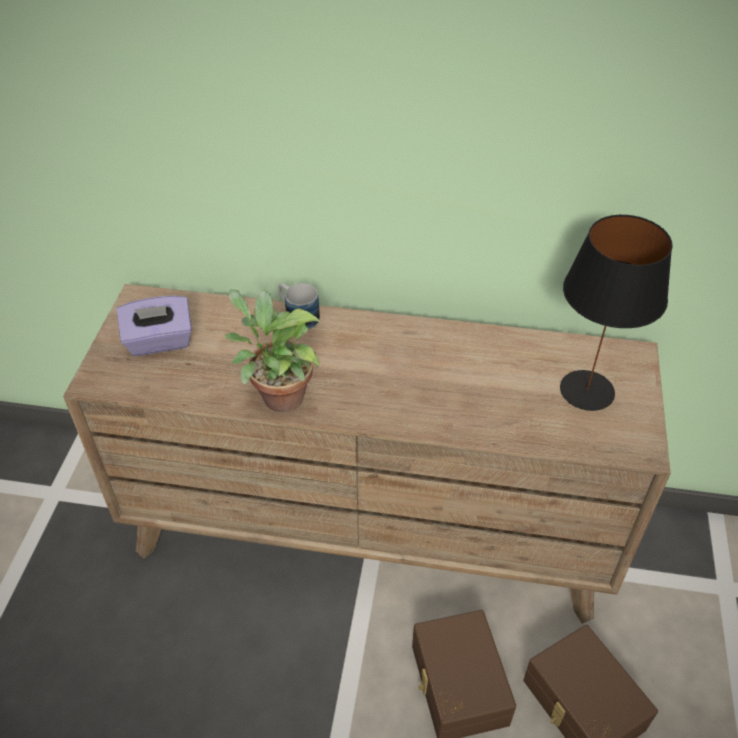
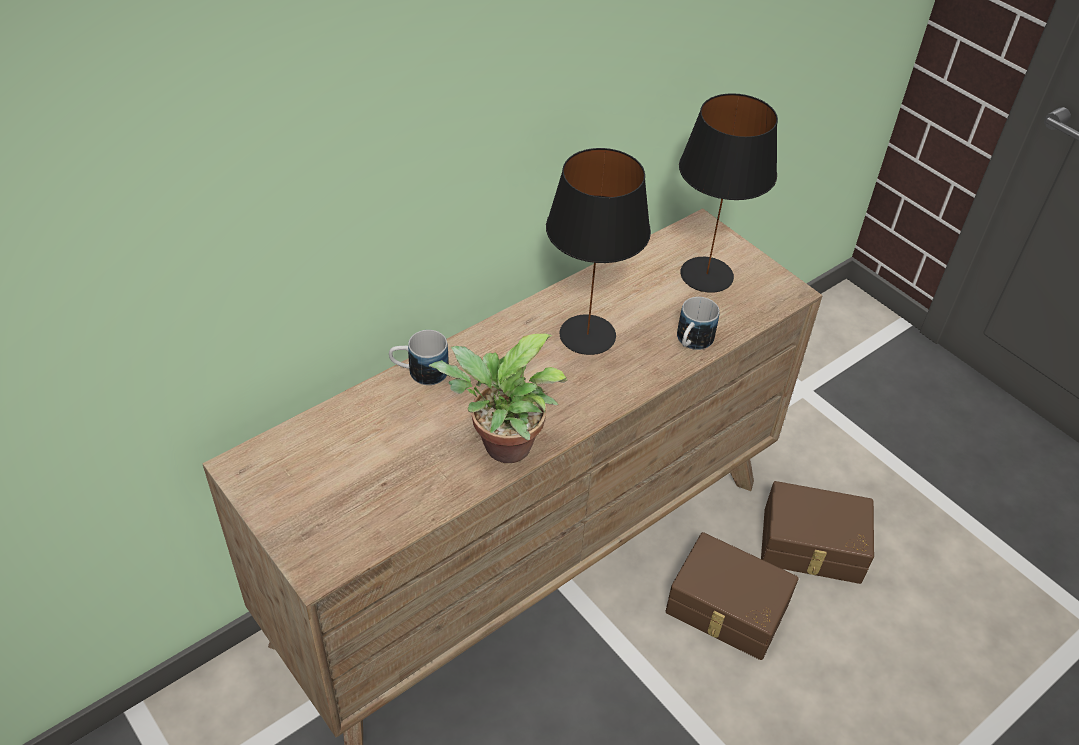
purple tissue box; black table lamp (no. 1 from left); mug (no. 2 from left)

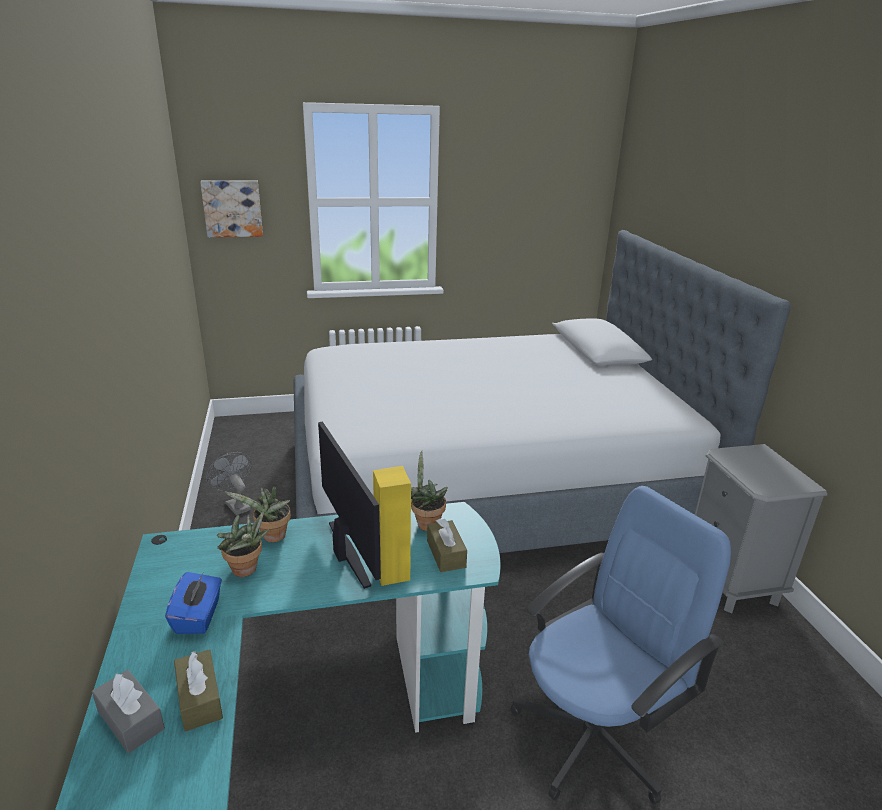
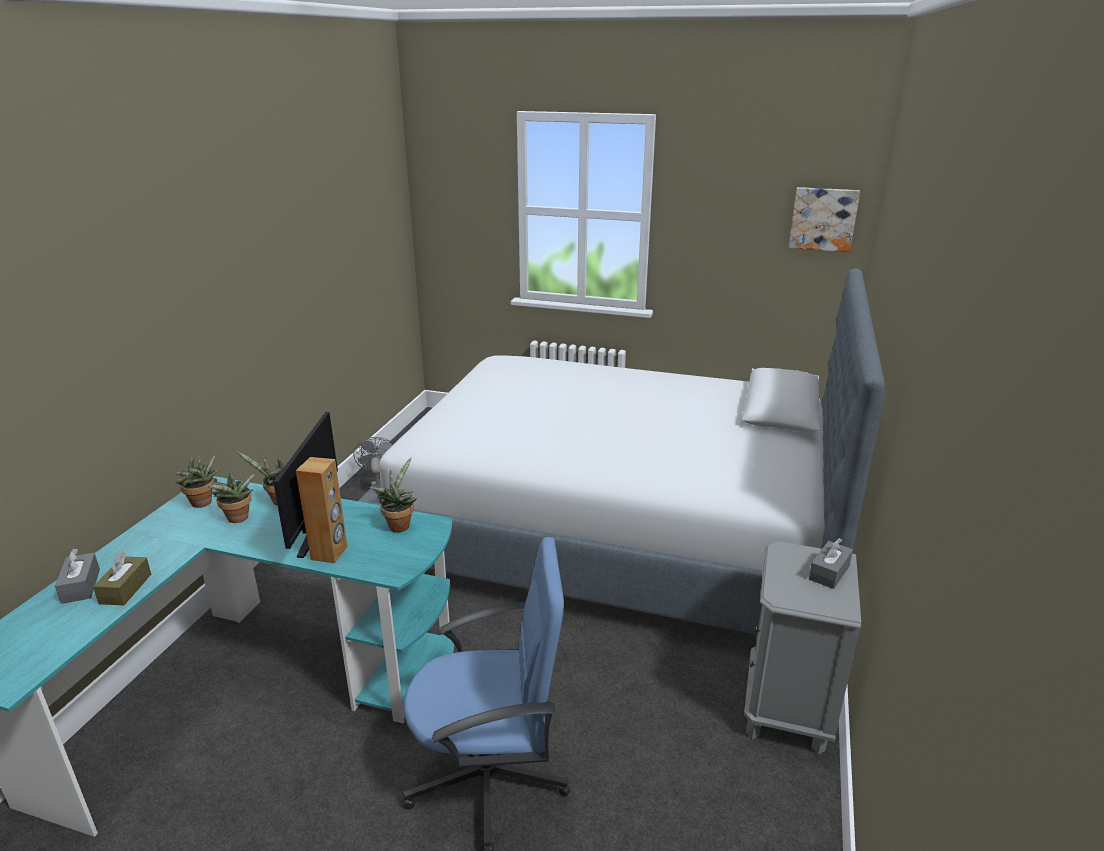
blue tissue box; picture; brown speaker; brown tissue box (no. 2 from left in the first image); potted plant (no. 1 from left); grey tissue box (no. 2 from left)

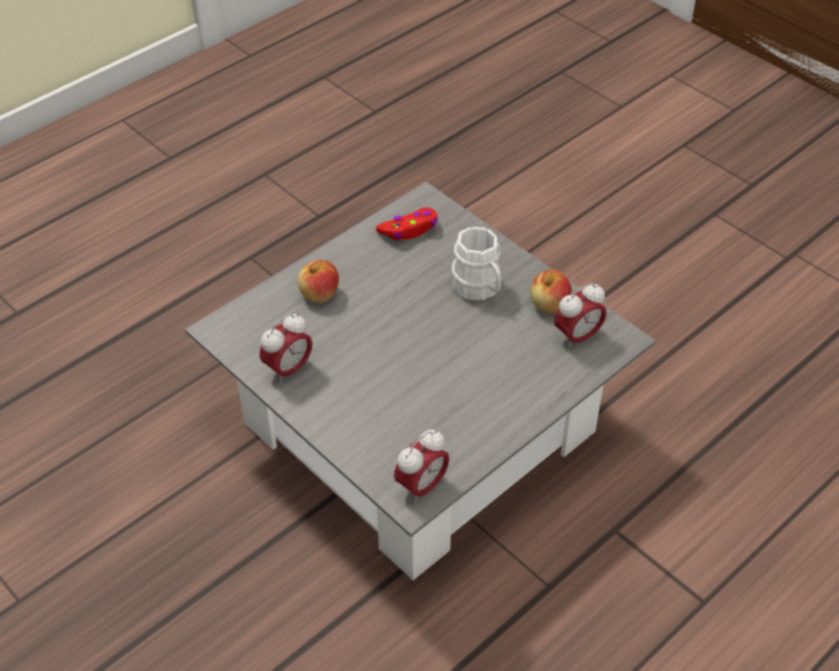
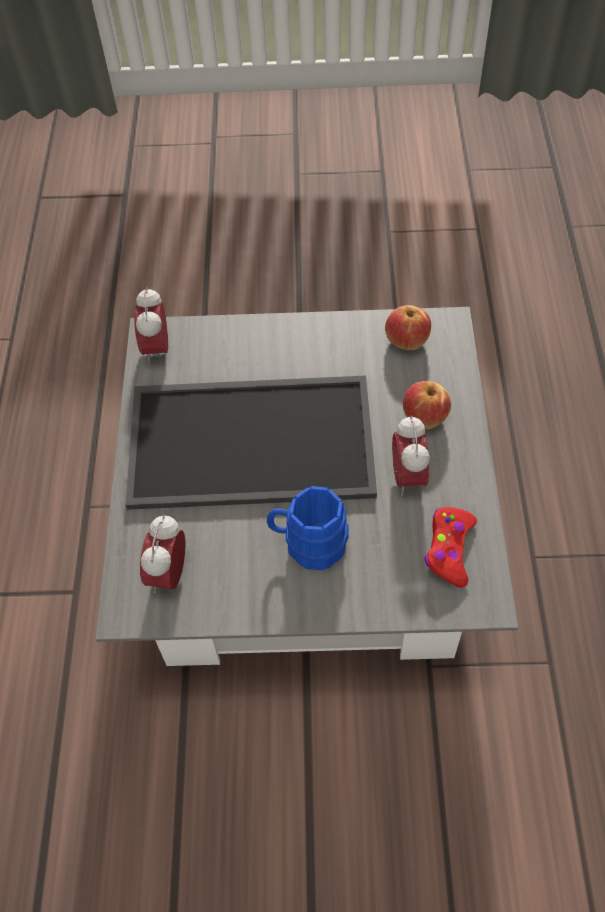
alarm clock (no. 3 from left); blue mug; apple (no. 1 from left); tray

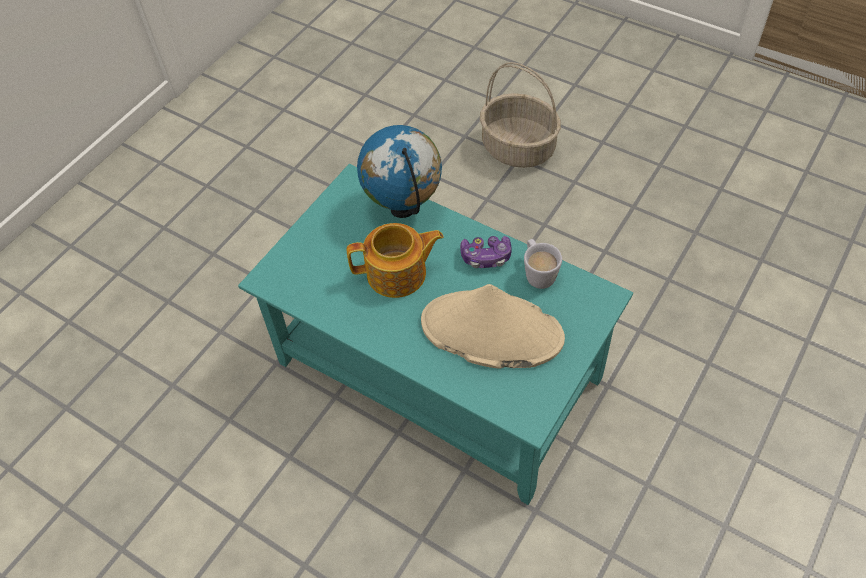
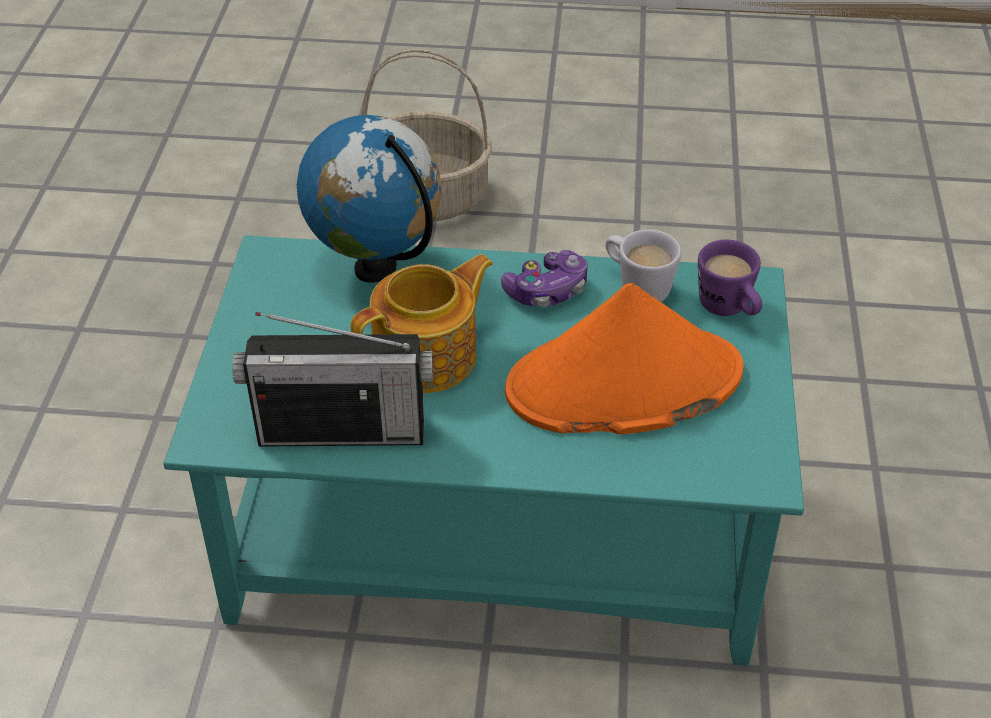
orange hat; radio; purple mug

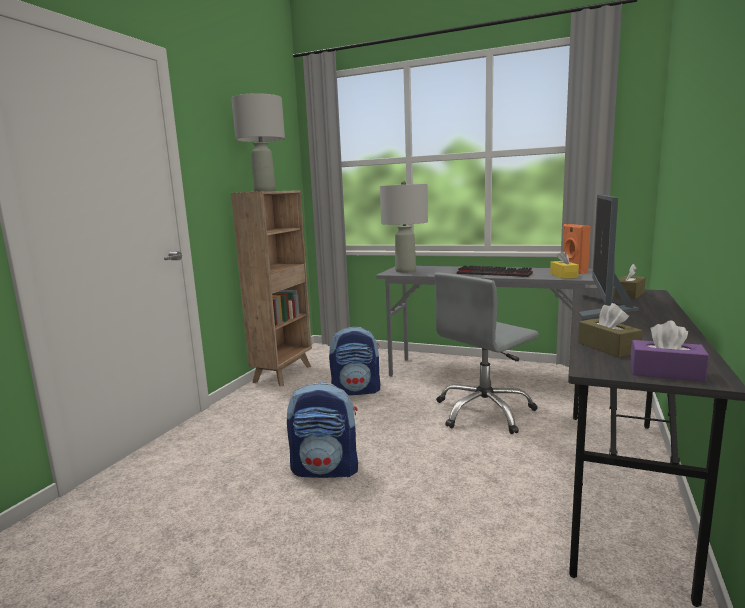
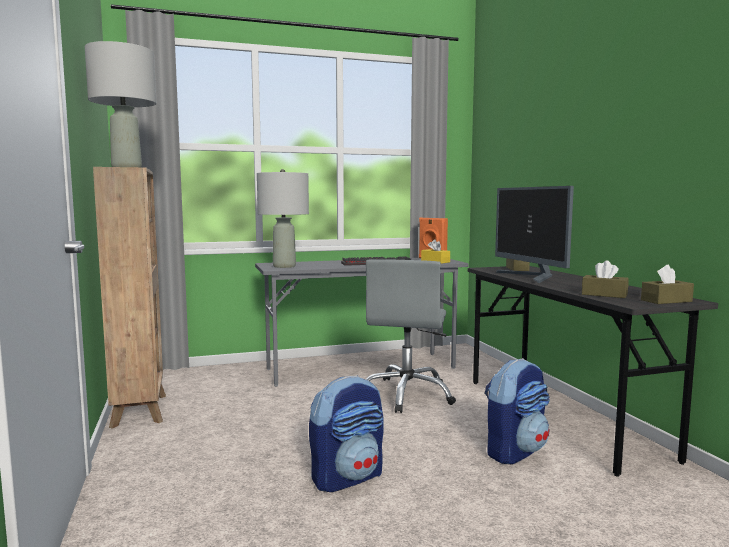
backpack (no. 2 from left); brown tissue box (no. 3 from left)

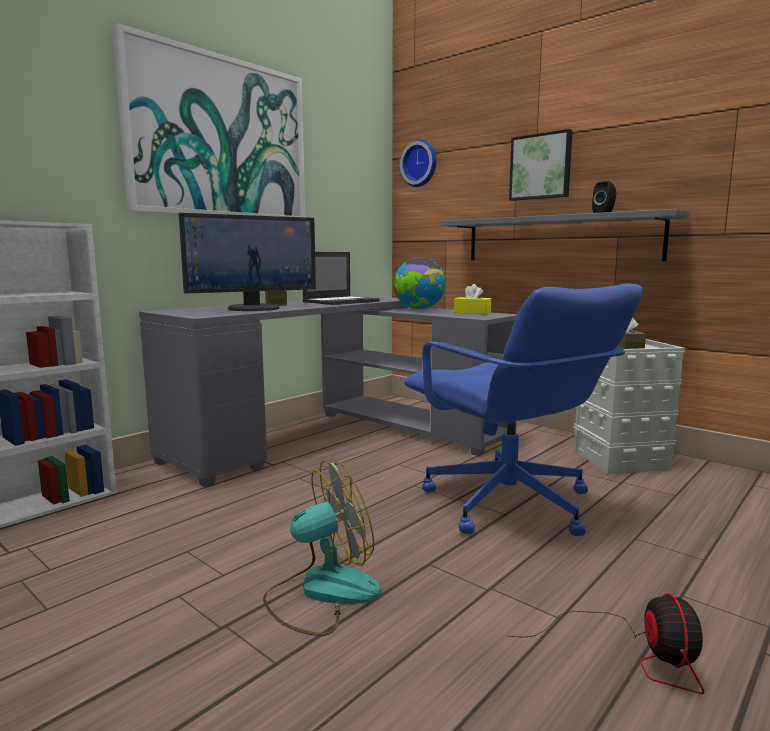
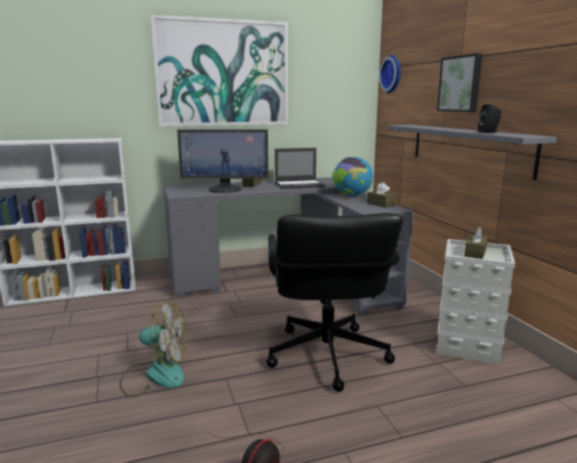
black office chair; brown tissue box (no. 2 from left)

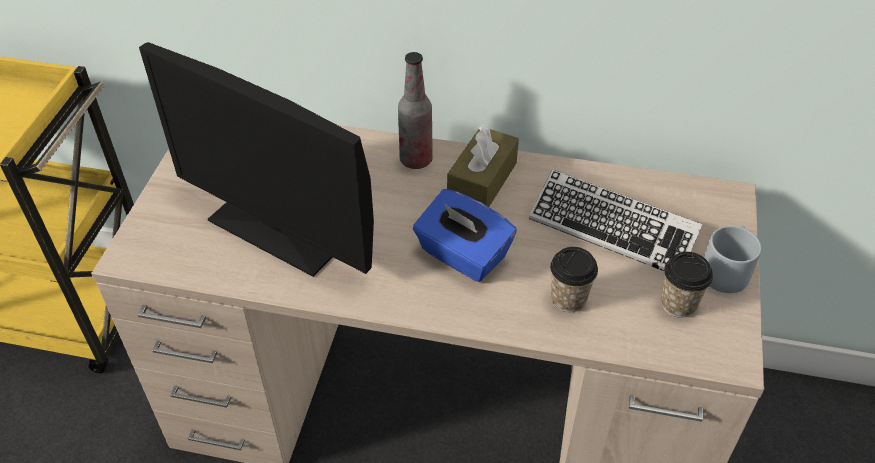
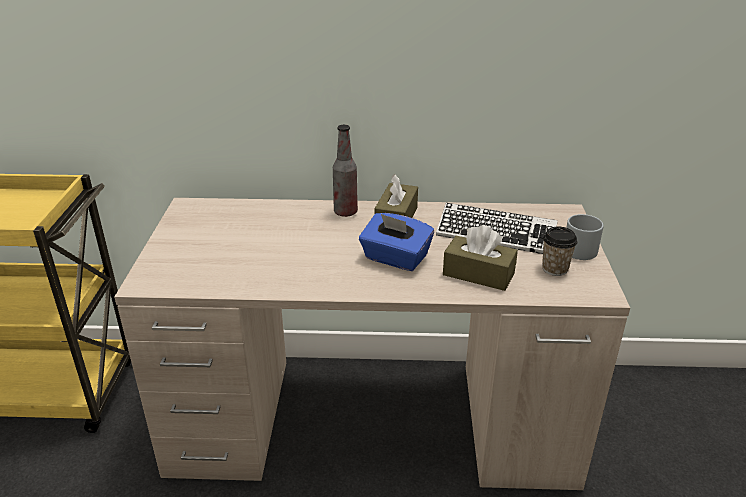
monitor; brown tissue box (no. 2 from left)

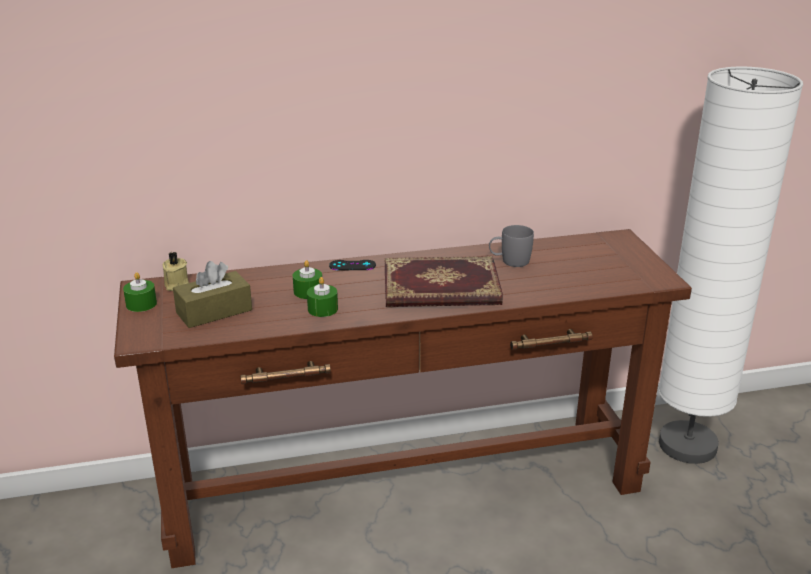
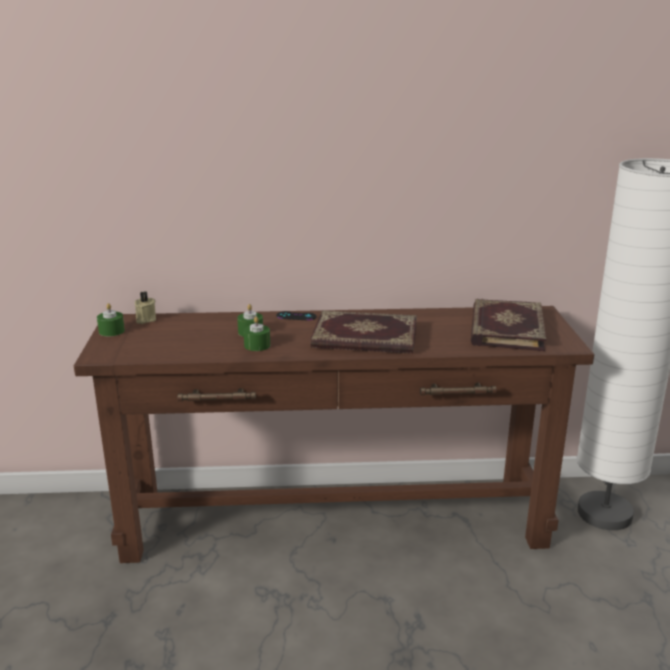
brown tissue box; grey mug; book (no. 2 from left)

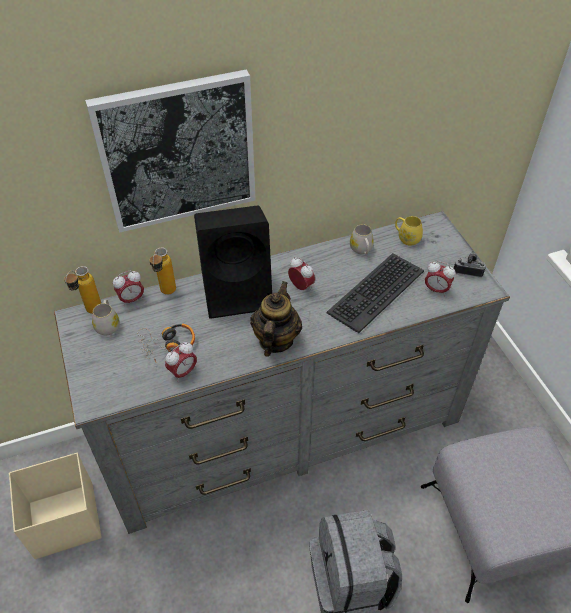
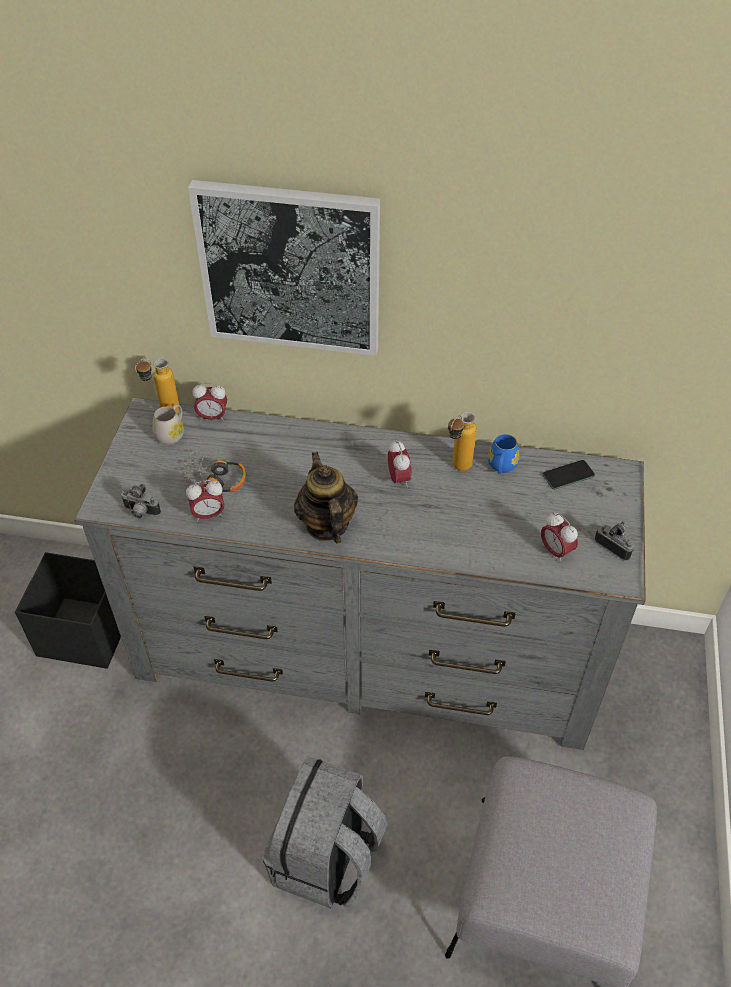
black storage box; bottle (no. 2 from left); black speaker; teapot; keyboard; blue mug; phone; photo camera (no. 1 from left)

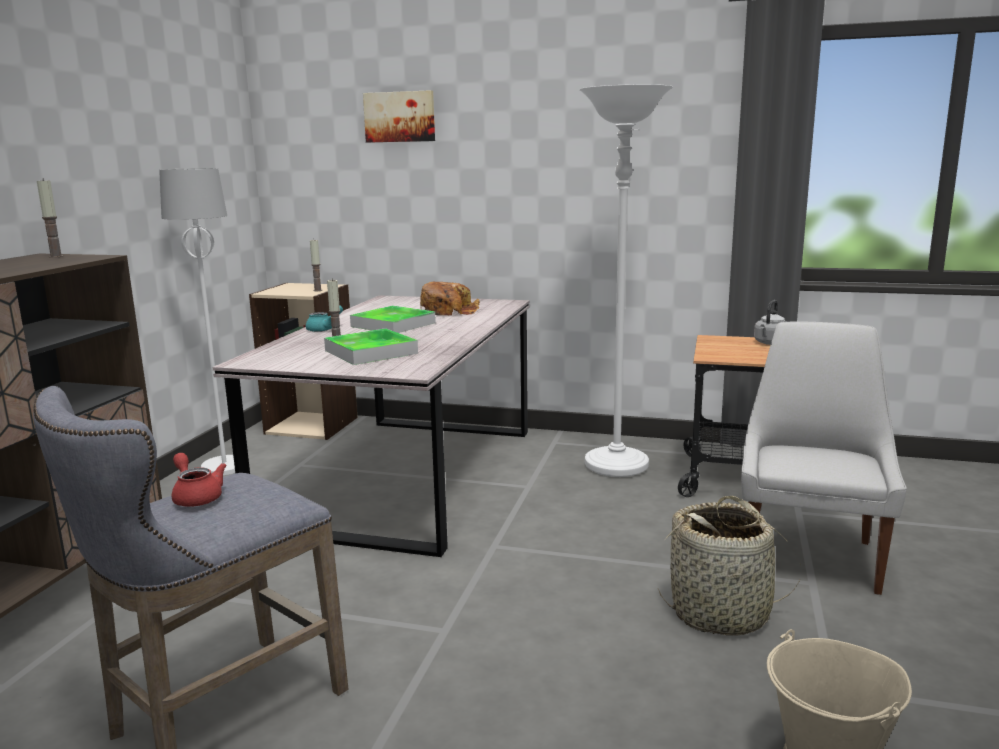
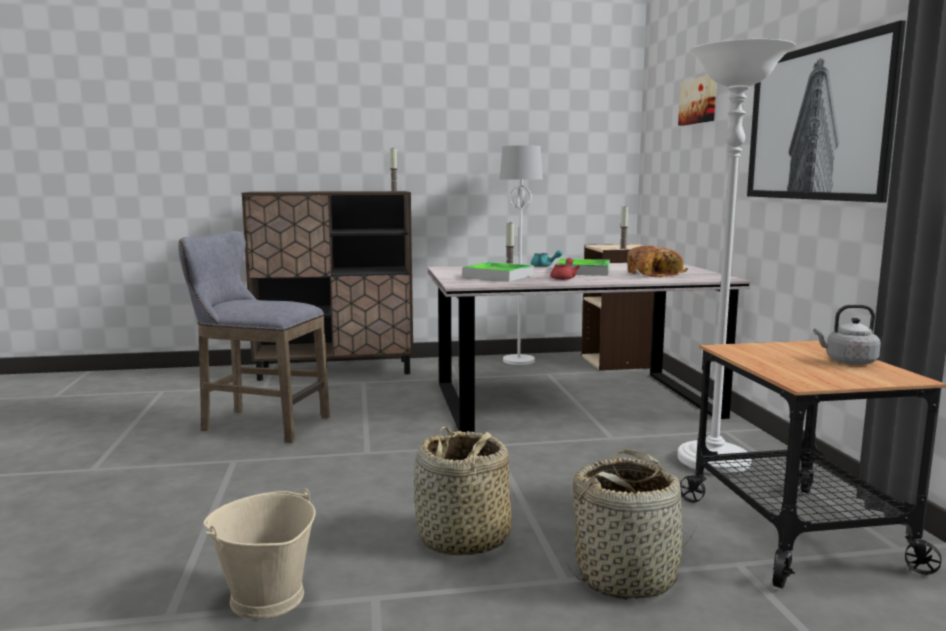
red teapot; basket (no. 2 from left); picture (no. 2 from left)

